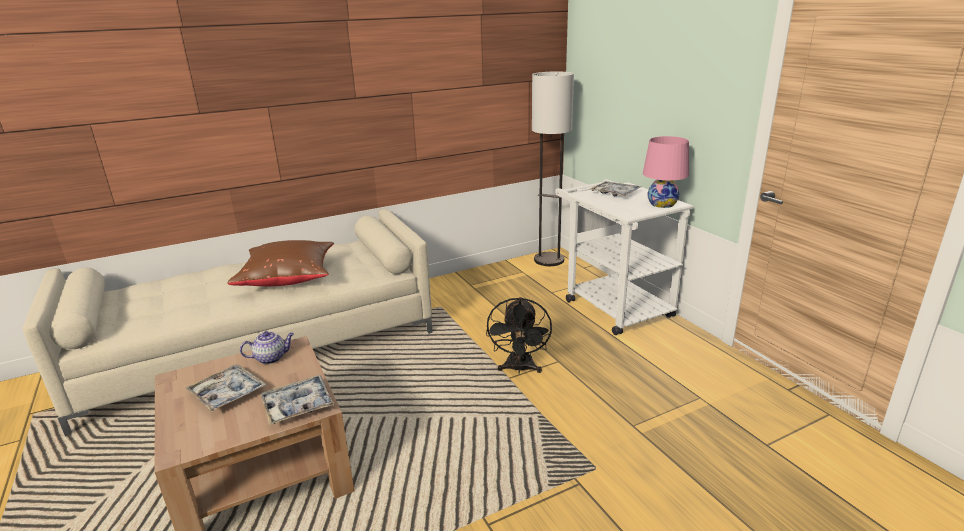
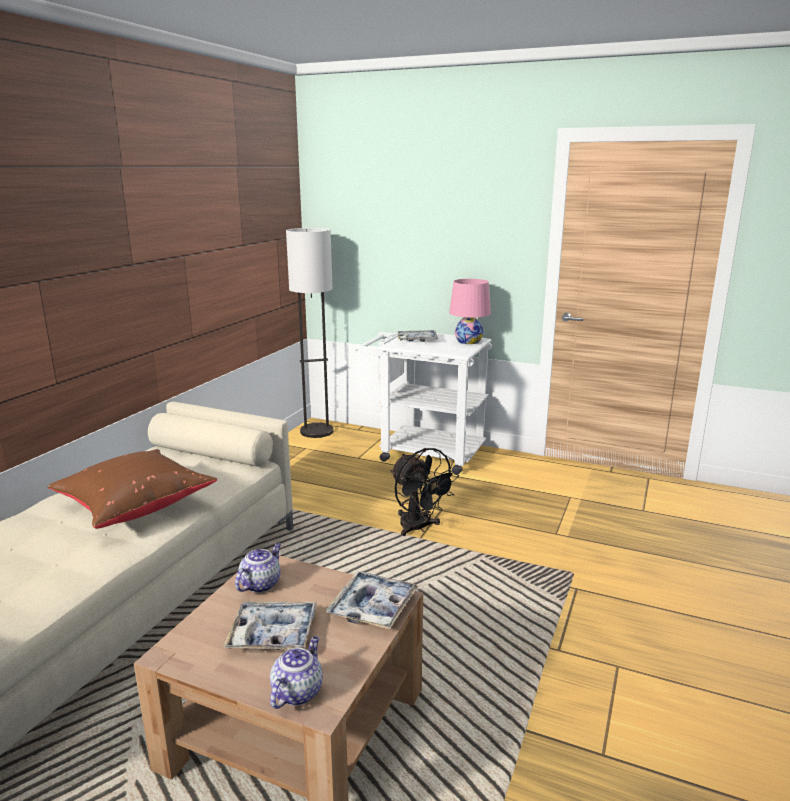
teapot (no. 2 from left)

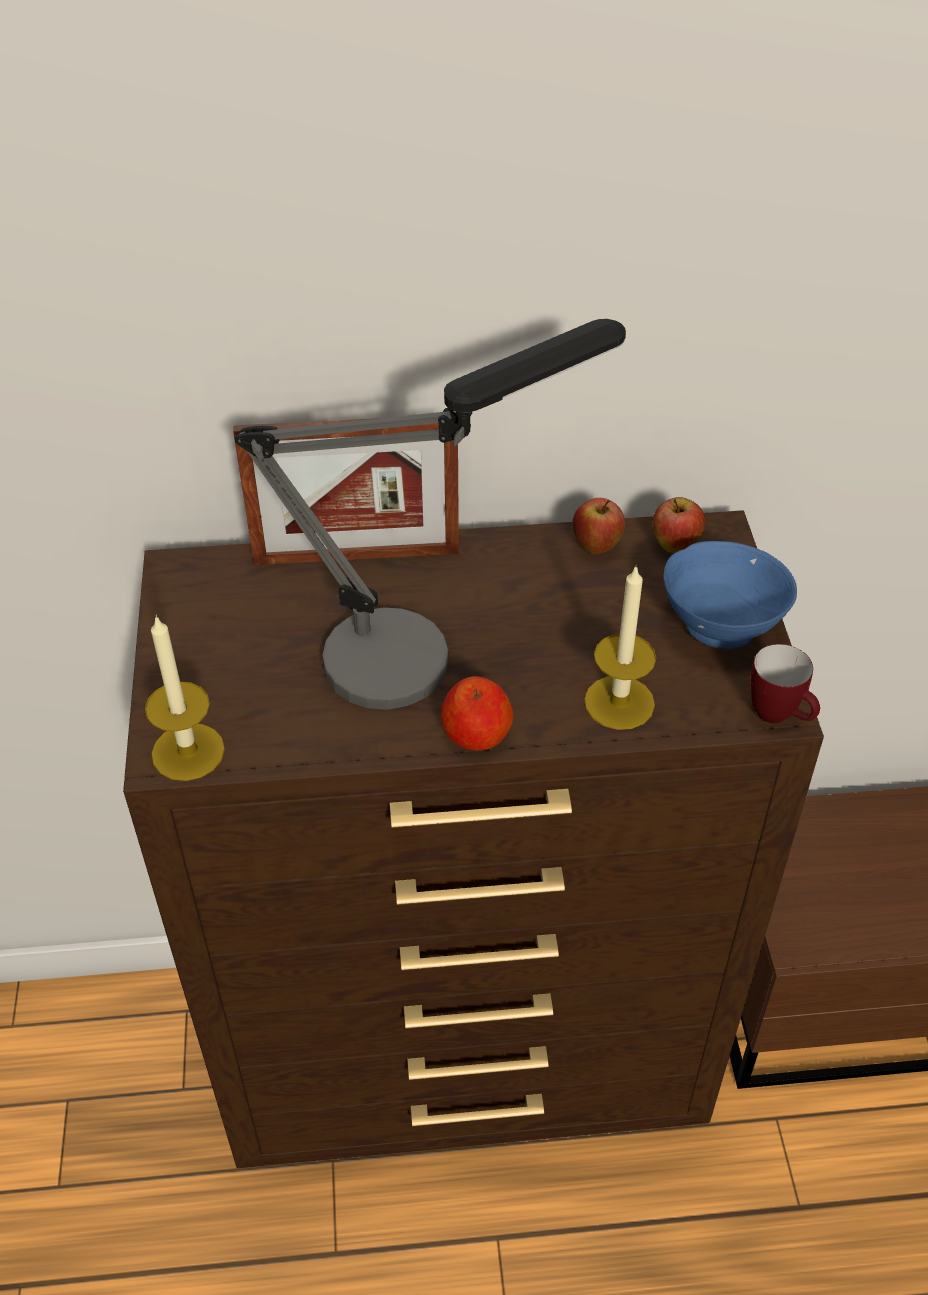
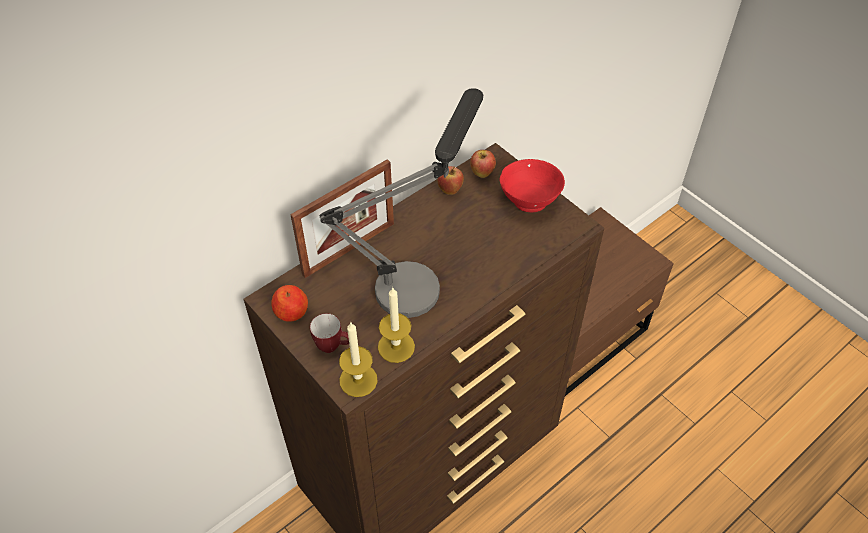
apple (no. 1 from left); candle (no. 2 from left); red bowl; mug

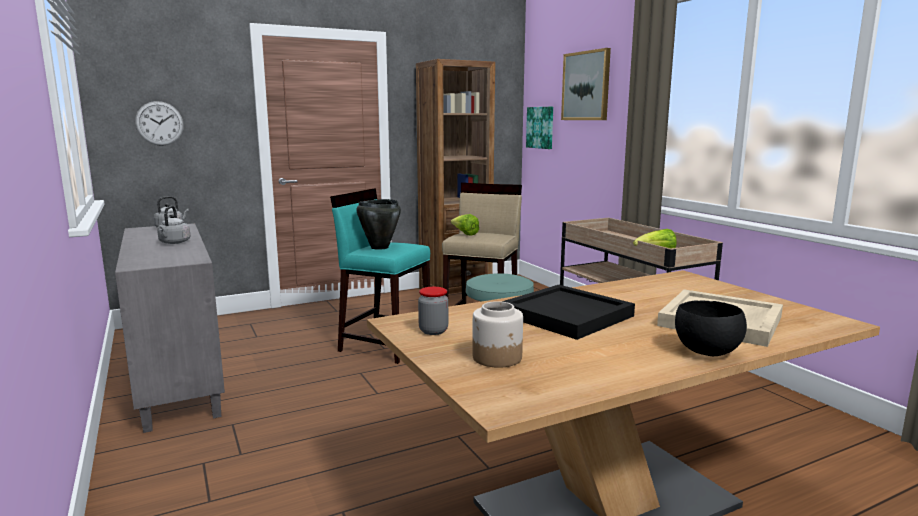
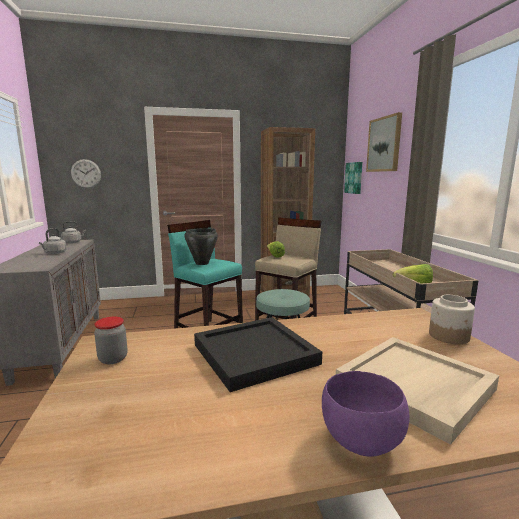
jar (no. 2 from left); purple bowl

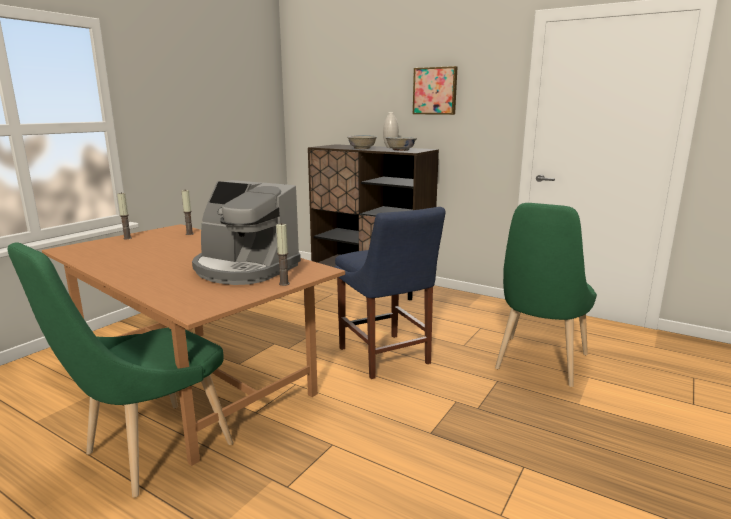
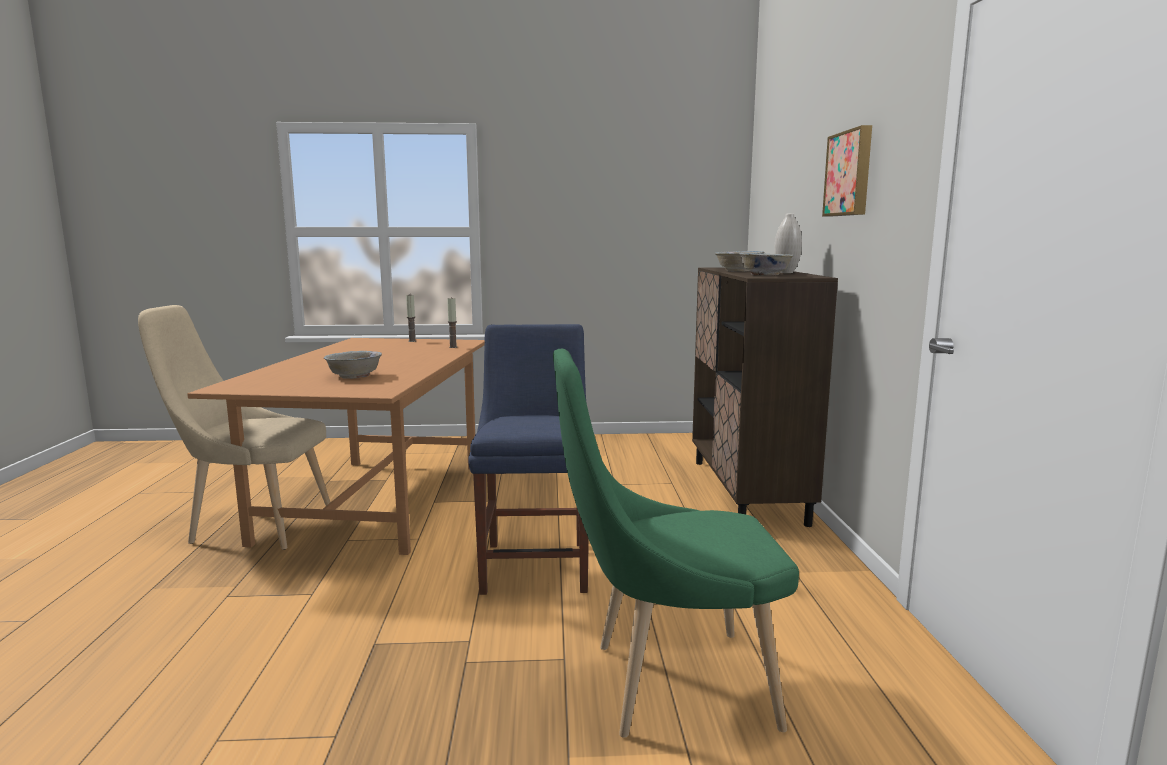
beige chair; white bowl (no. 1 from left); candle (no. 3 from left in the first image); blue chair

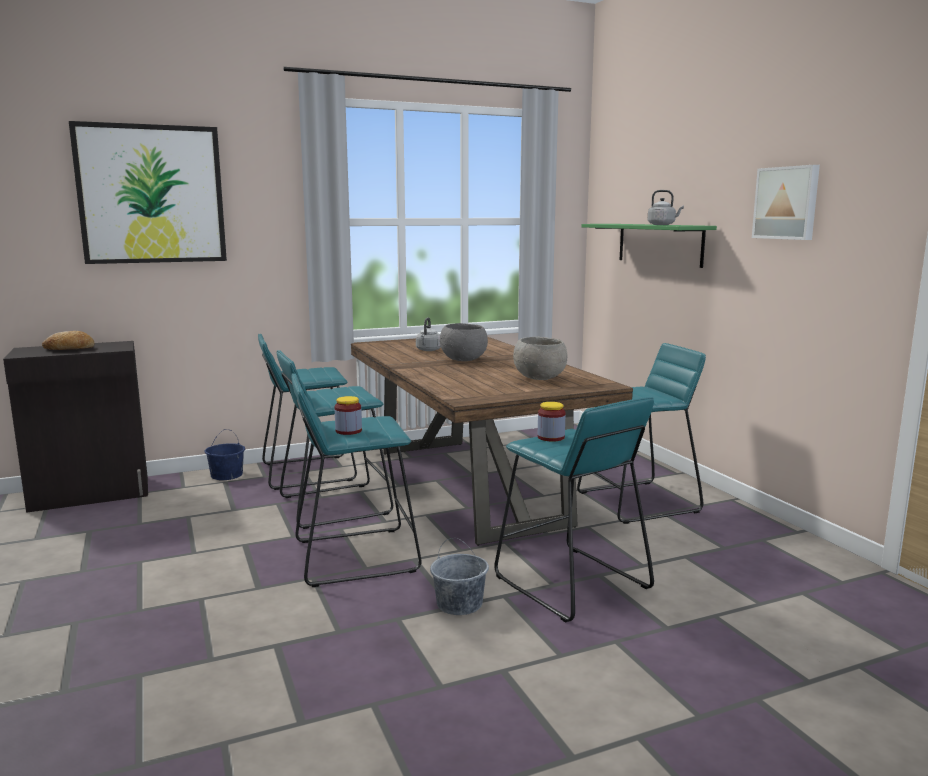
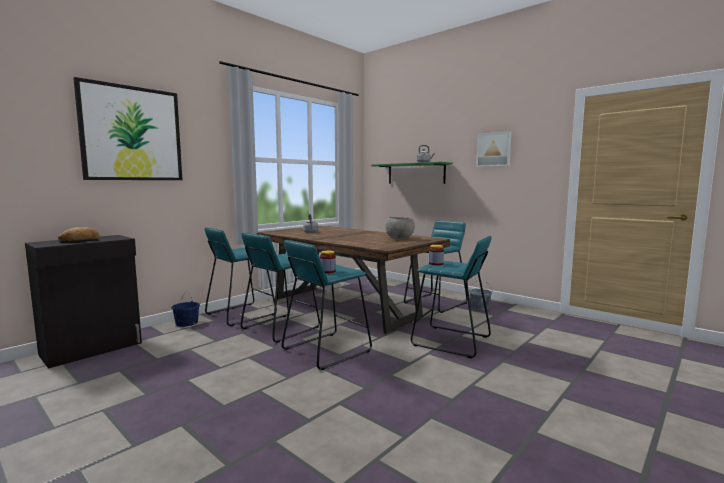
grey bucket; grey bowl (no. 1 from left in the first image)

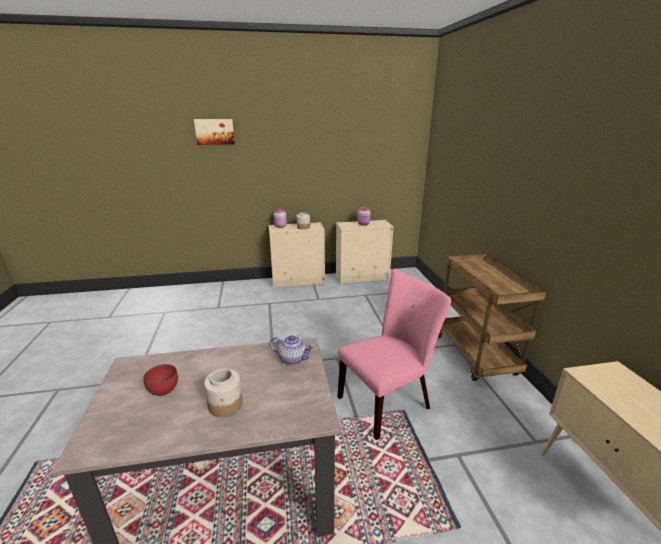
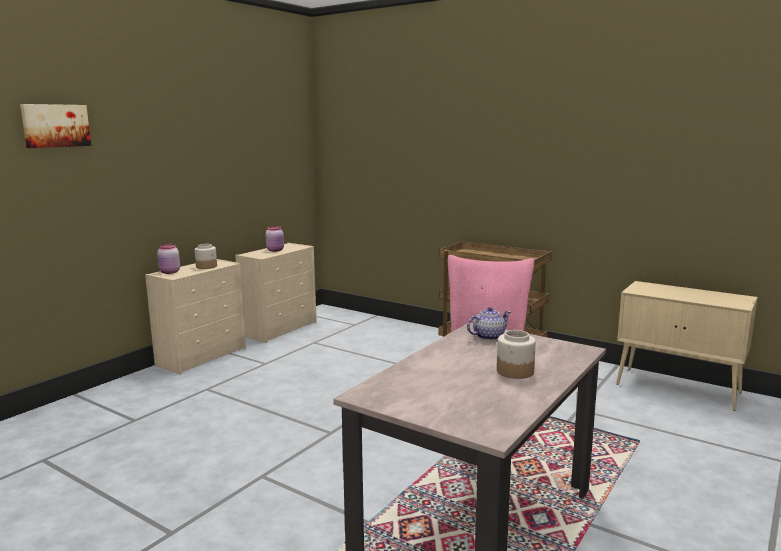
red bowl

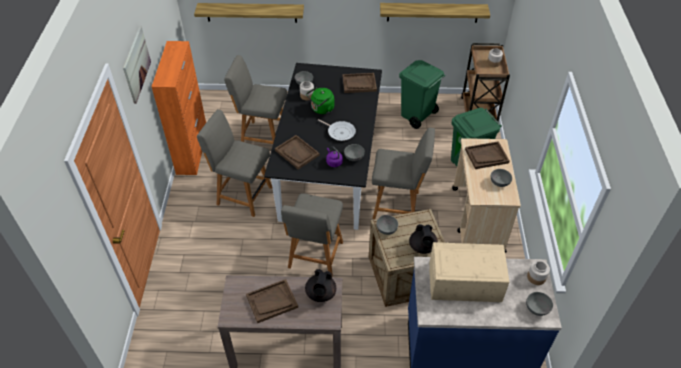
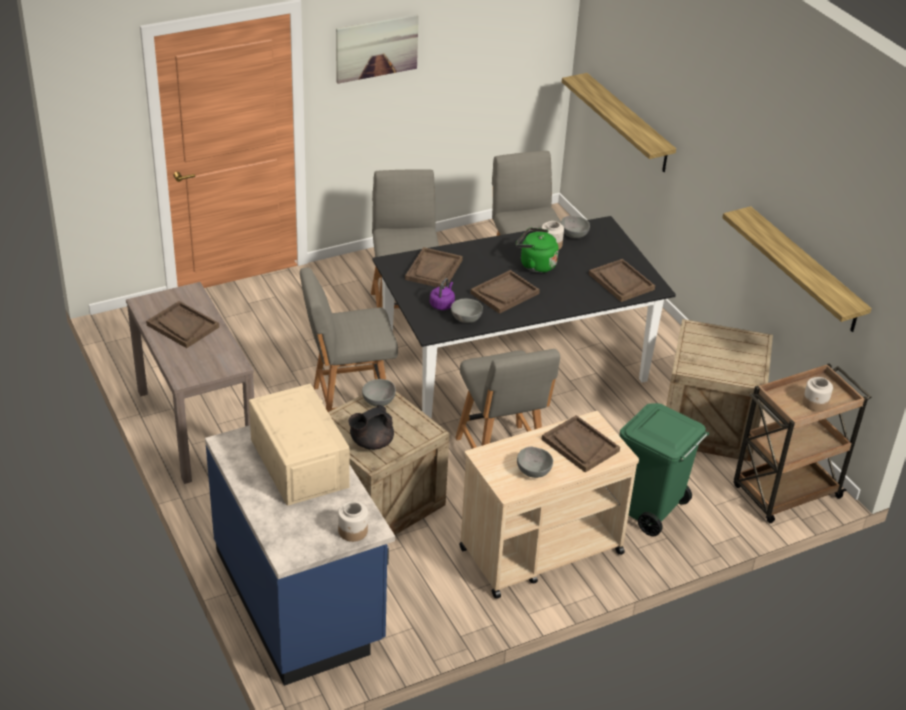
orange cabinet; black teapot (no. 1 from left in the first image); brown tray (no. 3 from left); crate (no. 2 from left); grey bowl (no. 5 from left in the first image)

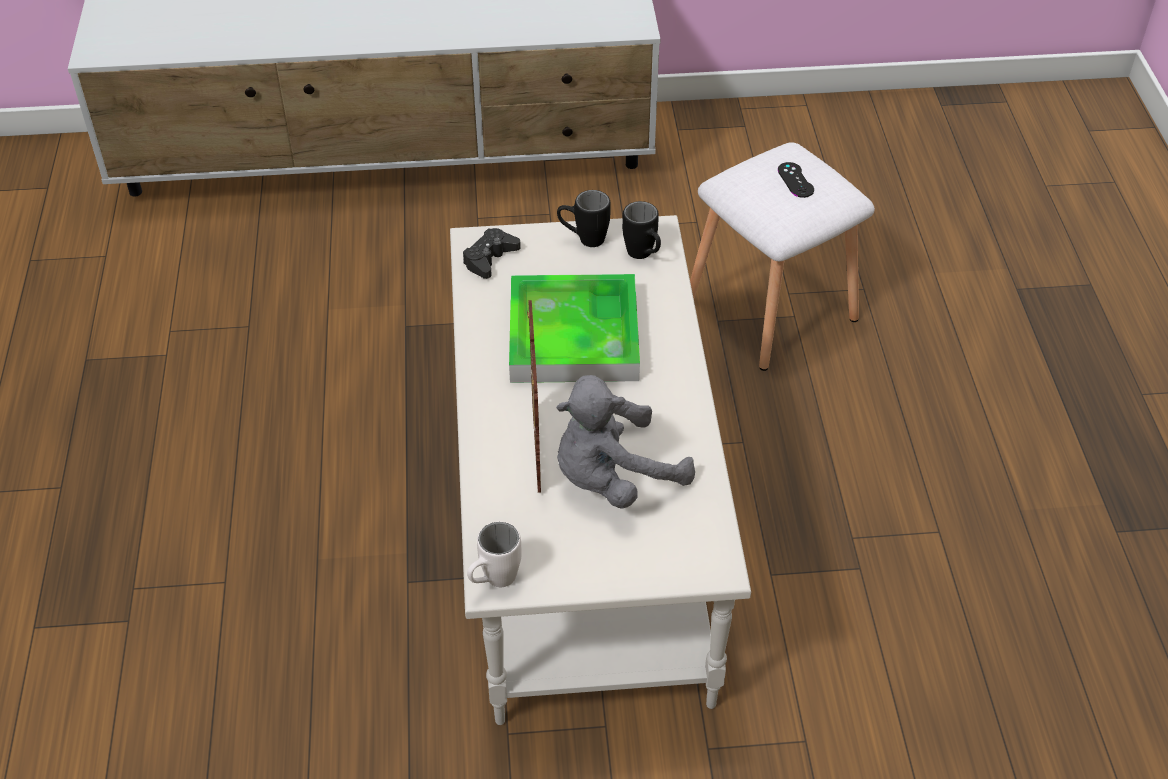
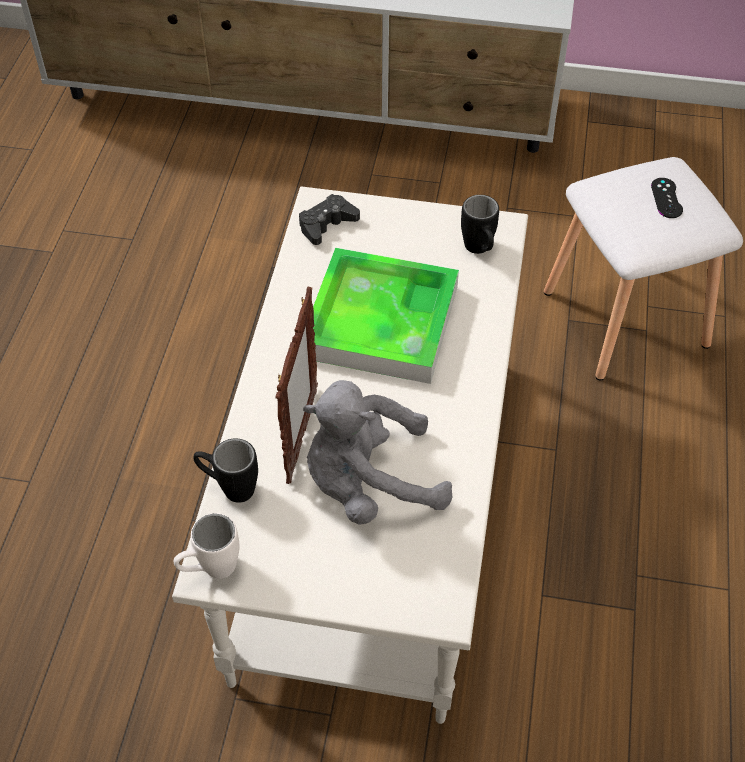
black mug (no. 1 from left)

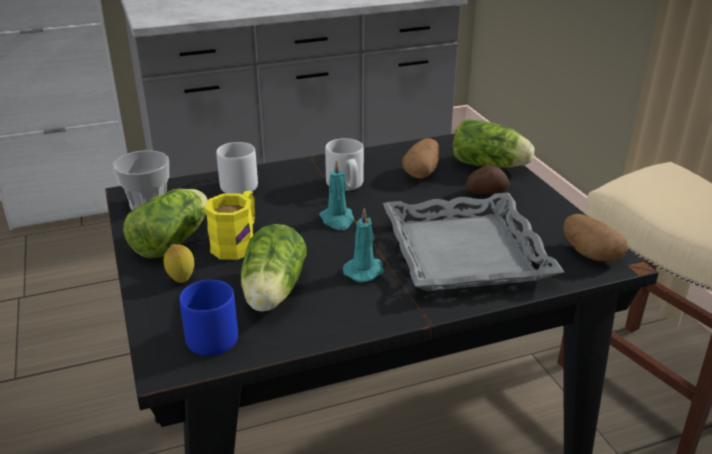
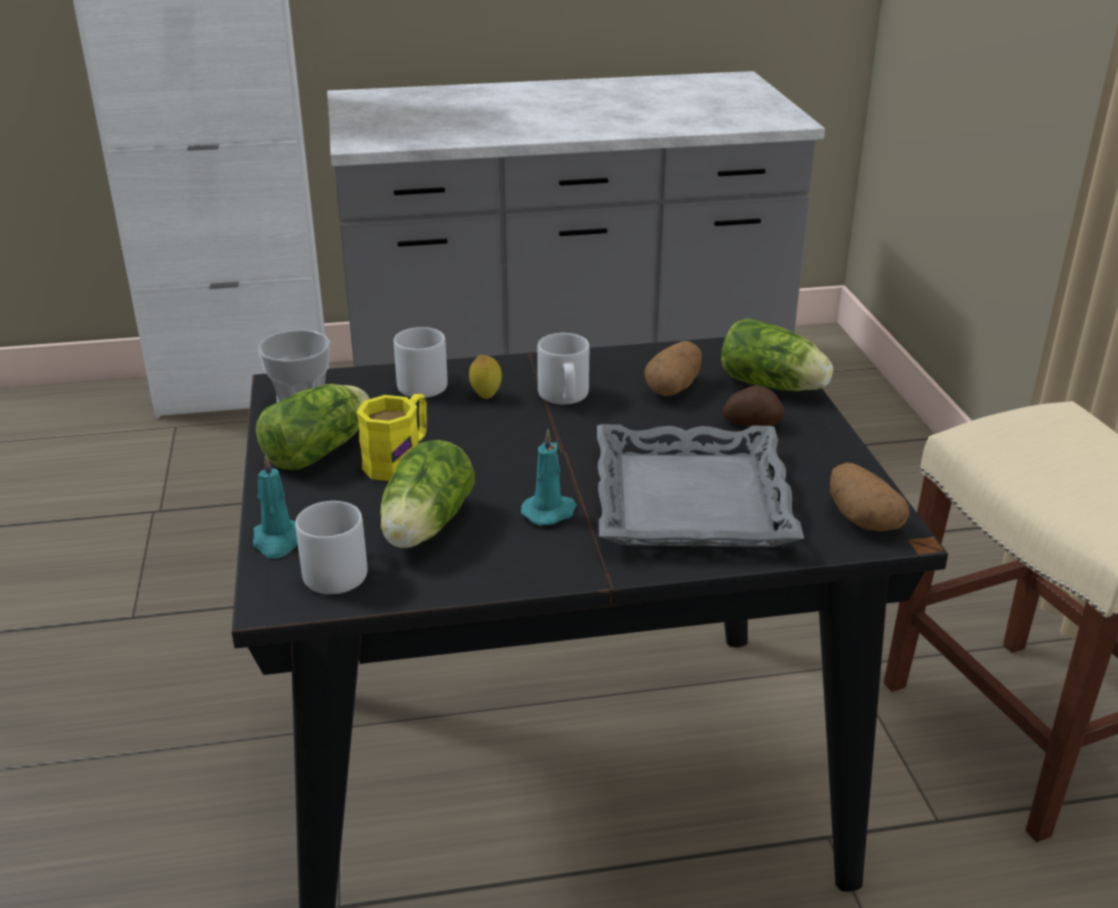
lemon; grey mug (no. 1 from left); turquoise candle (no. 1 from left)

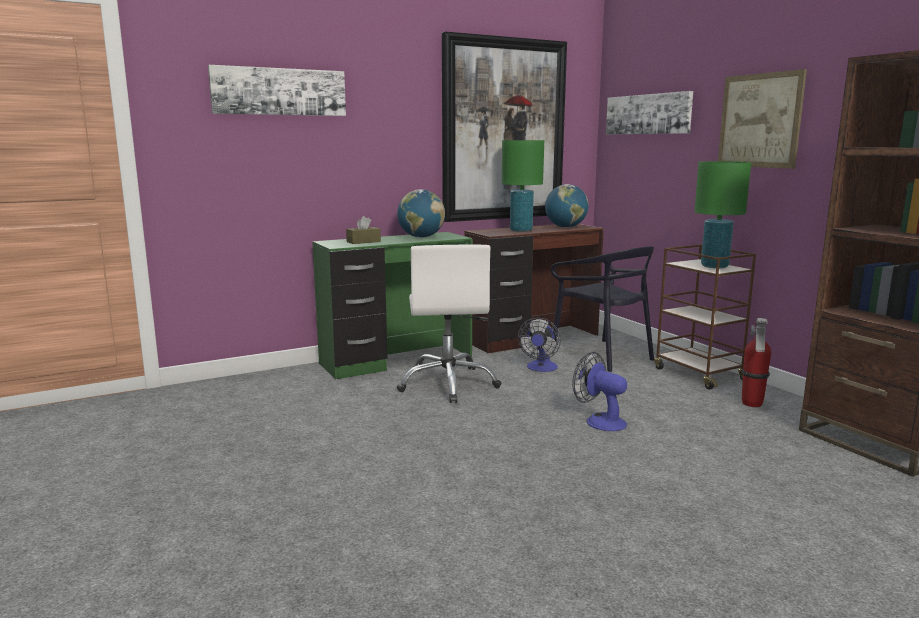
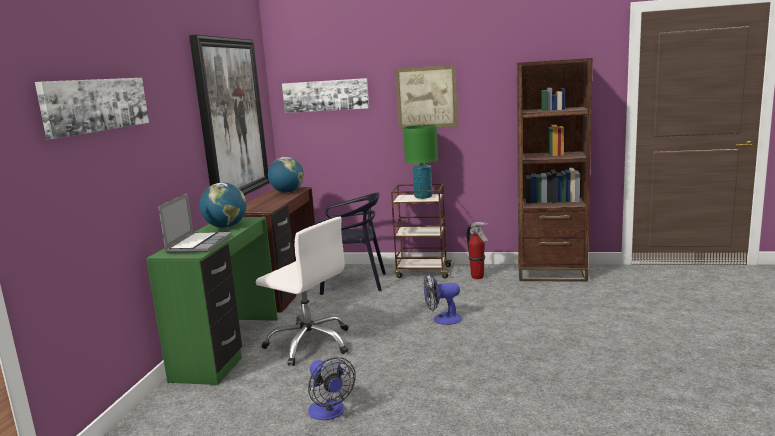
laptop; green table lamp (no. 1 from left in the first image); fan (no. 1 from left)

